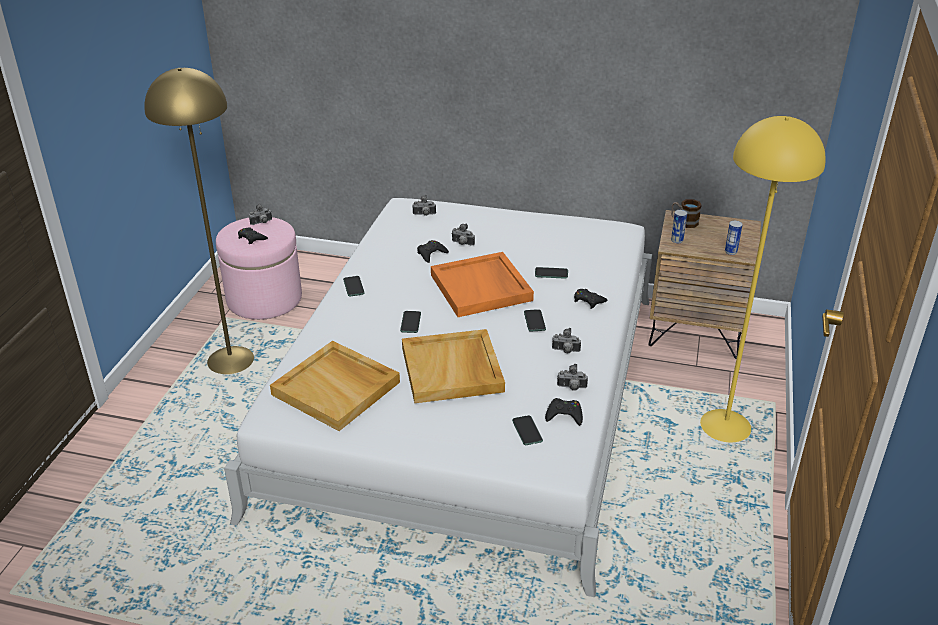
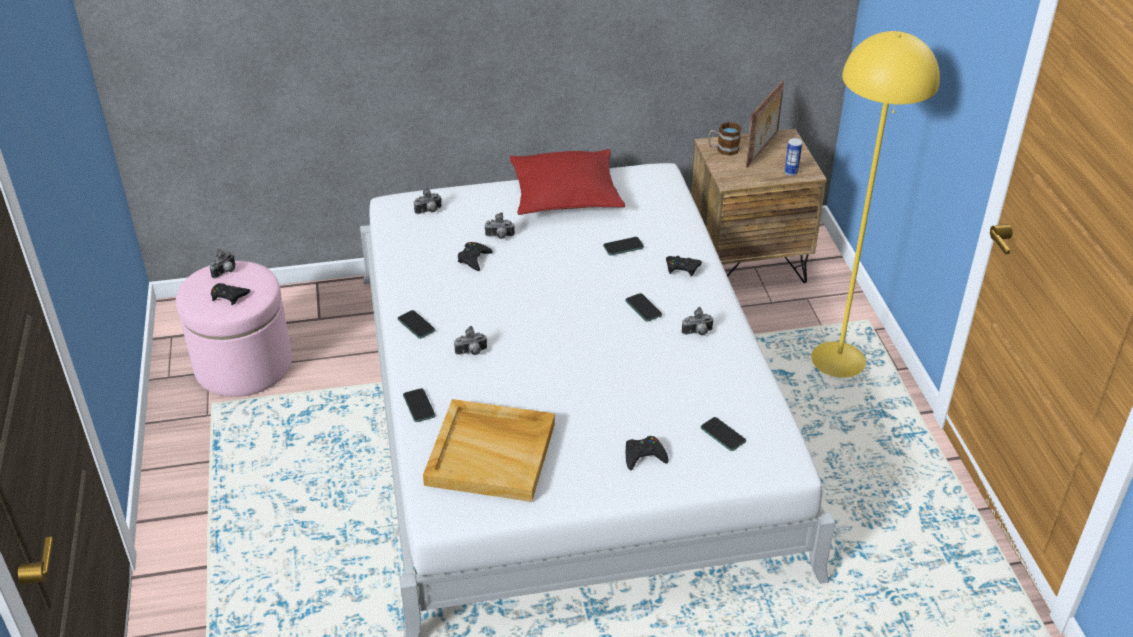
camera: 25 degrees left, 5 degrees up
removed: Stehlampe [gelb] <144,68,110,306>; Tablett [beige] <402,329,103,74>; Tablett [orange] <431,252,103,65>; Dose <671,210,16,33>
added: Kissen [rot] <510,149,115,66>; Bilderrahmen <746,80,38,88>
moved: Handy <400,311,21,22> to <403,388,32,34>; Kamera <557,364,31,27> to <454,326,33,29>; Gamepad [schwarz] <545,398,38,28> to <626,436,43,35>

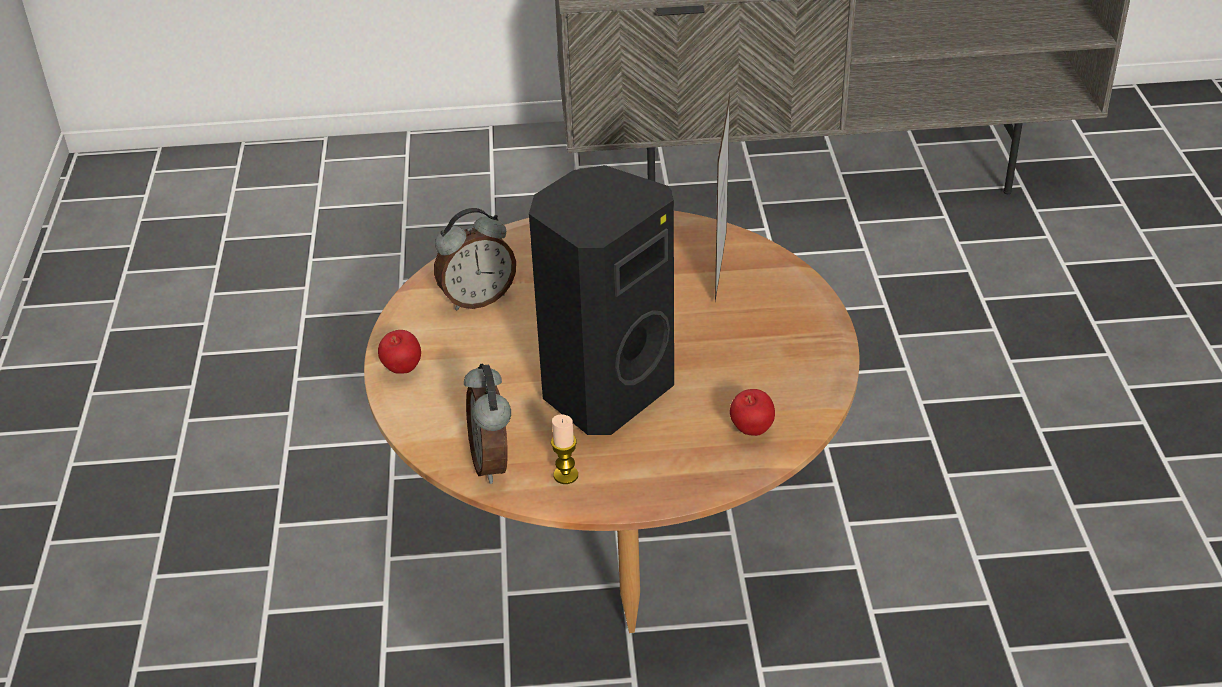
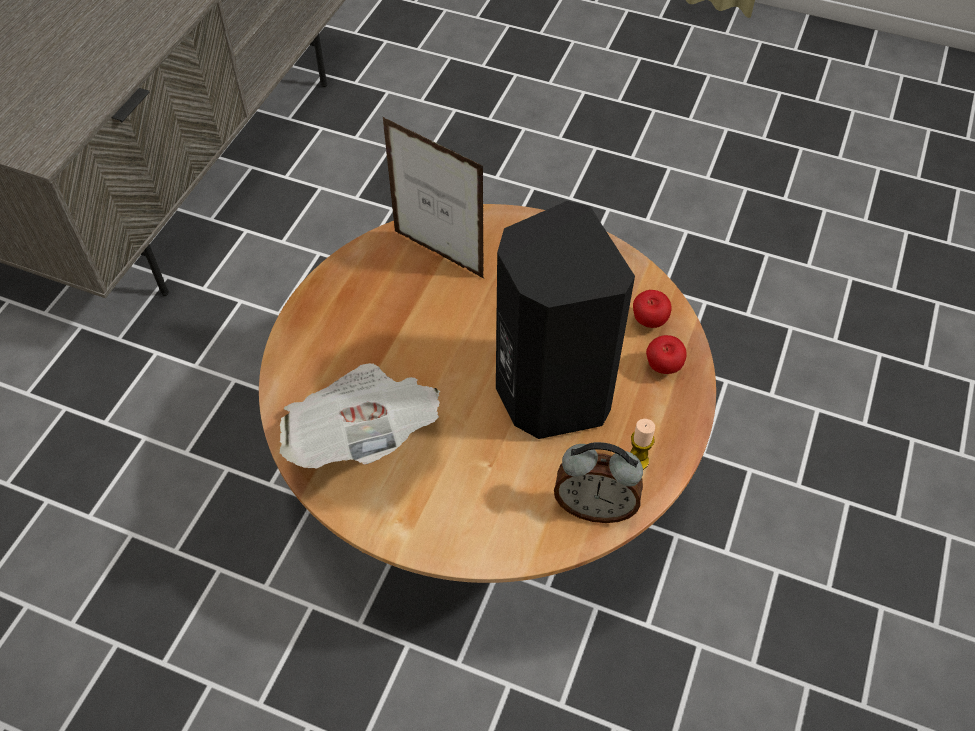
camera: 65 degrees left, 15 degrees up
moved: Apfel <378,330,43,44> to <646,335,41,39>
replaced: Wecker <434,208,82,102> to Zeitung <280,363,160,105>

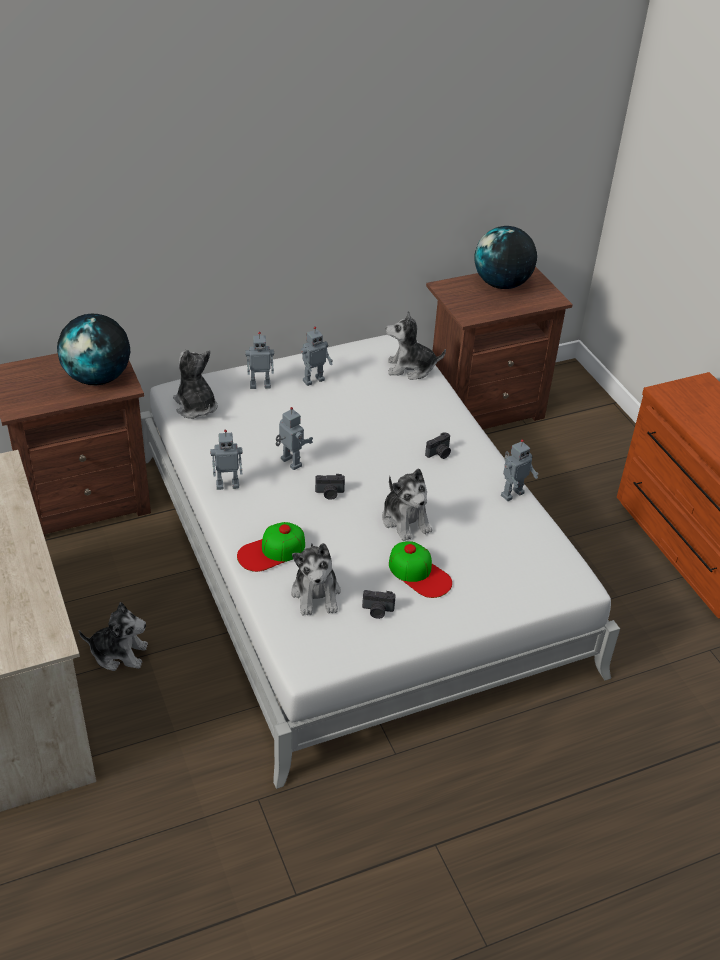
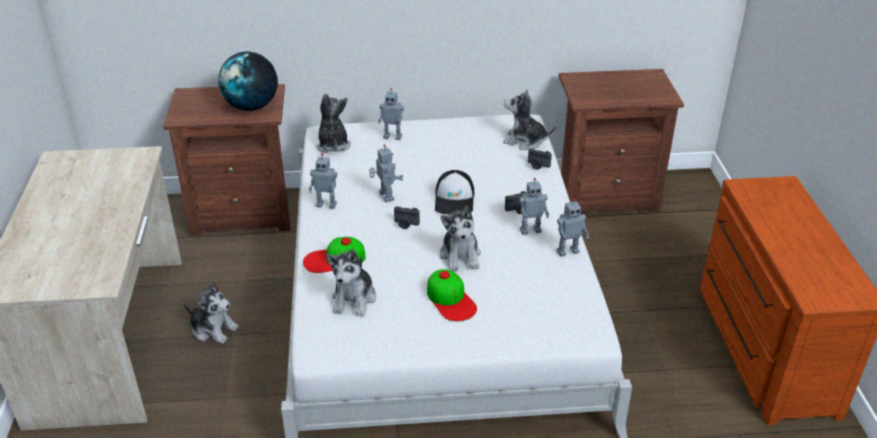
camera: 20 degrees right, 5 degrees down
removed: Globus <474,226,63,63>
added: Kappe <435,170,39,44>
moved: Spielzeugroboter <301,327,32,59> to <519,178,30,57>; Kamera <362,590,34,29> to <528,149,24,21>

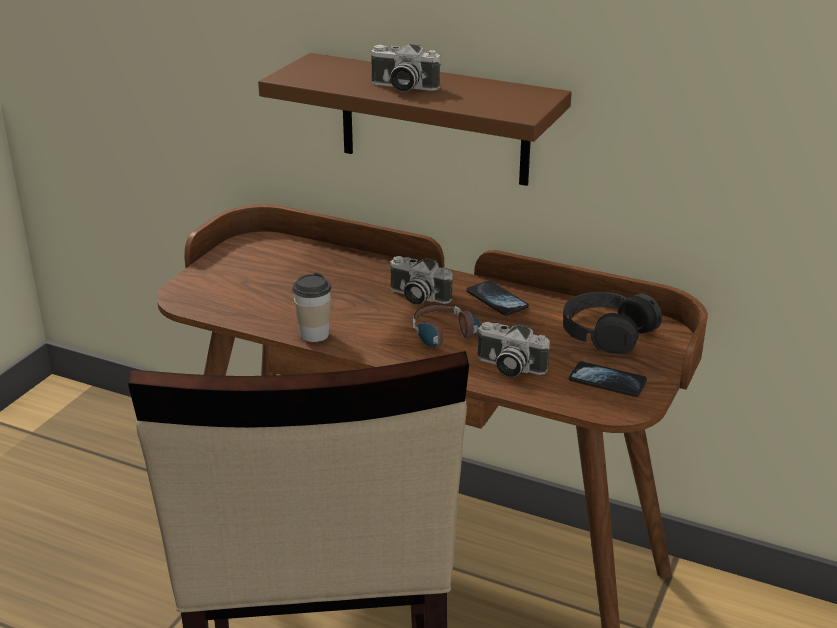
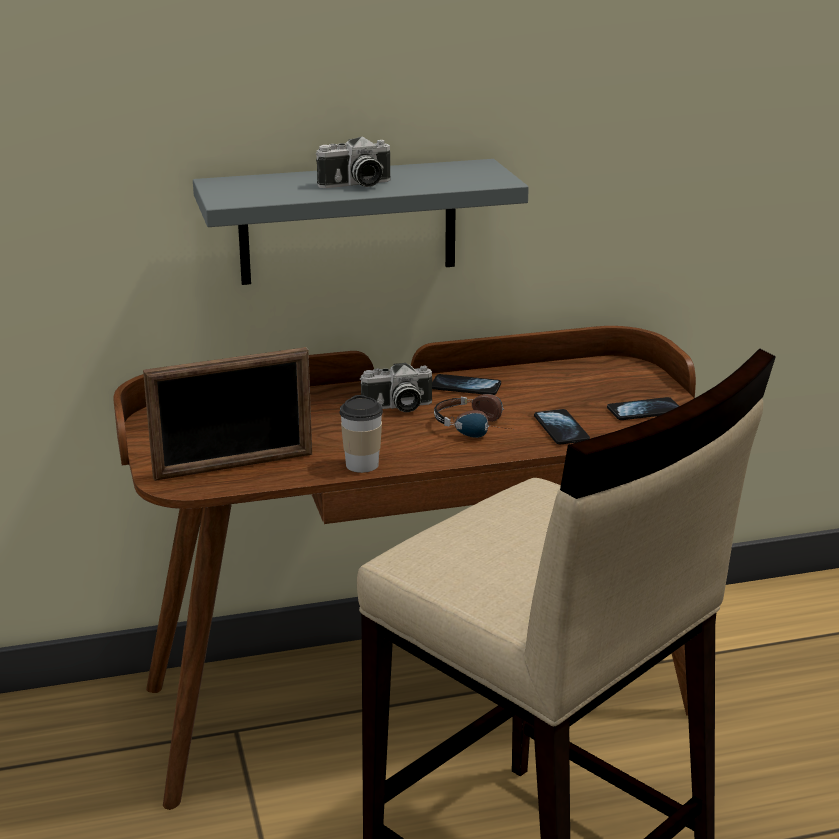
camera: 40 degrees left, 5 degrees down
removed: Kopfhörer [schwarz] <563,292,99,62>
added: Bilderrahmen <143,347,169,134>
replaced: Kamera <477,322,73,55> to Handy <534,409,56,35>
recoloured: Wandregal [braun] <258,53,314,133> to Wandregal [grau] <193,159,336,126>

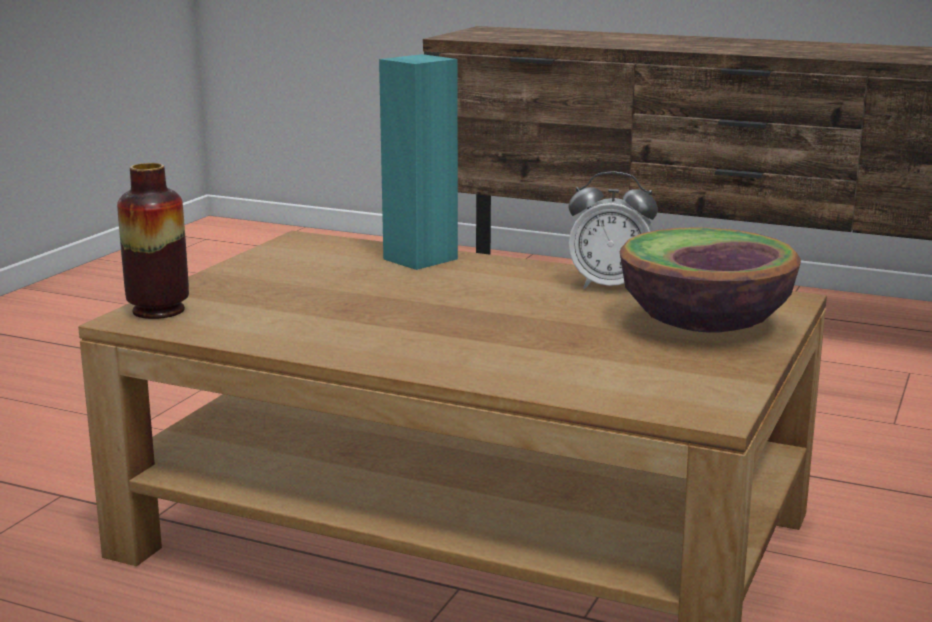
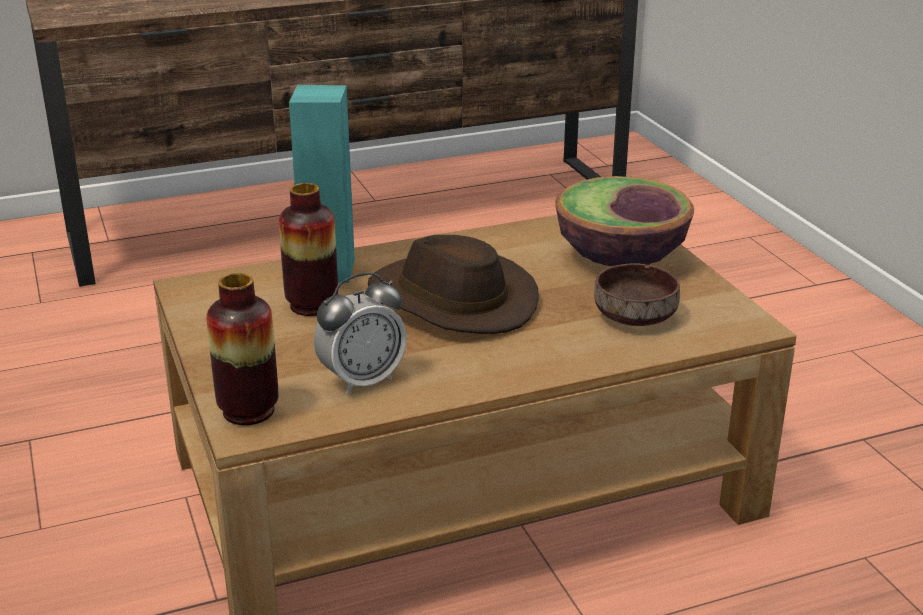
camera: 45 degrees left, 10 degrees up
added: Vase <279,183,59,133>; Hut [braun] <368,235,171,99>; Schüssel [braun] <594,264,86,62>
moved: Wecker <568,171,90,118> to <314,272,93,123>

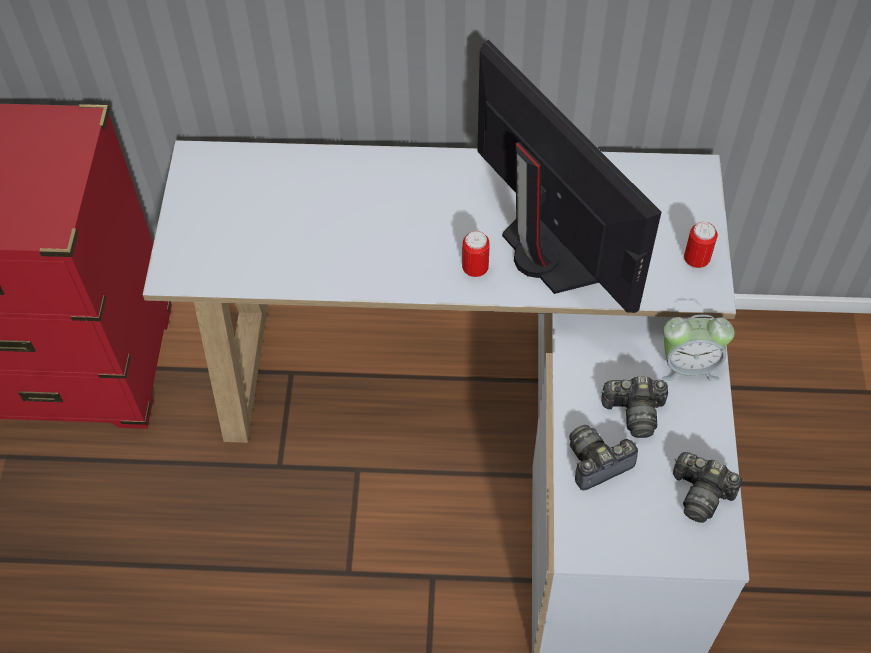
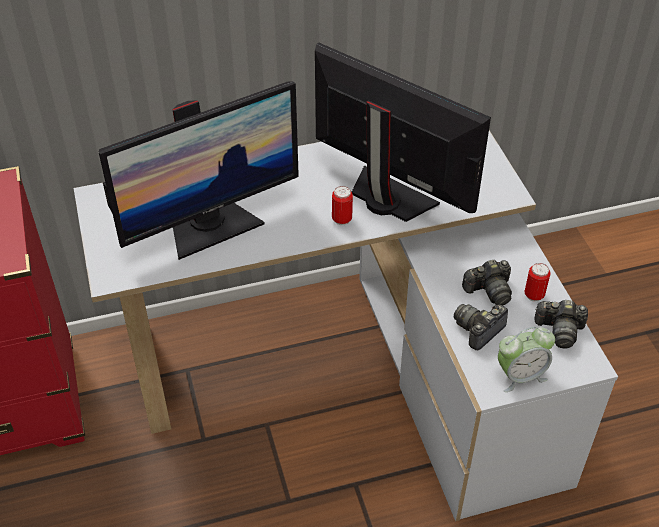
camera: 20 degrees left, 10 degrees down
added: Monitor <99,81,200,179>
moved: Wecker <662,315,73,66> to <498,327,57,65>; Dose <684,222,34,47> to <524,263,27,39>

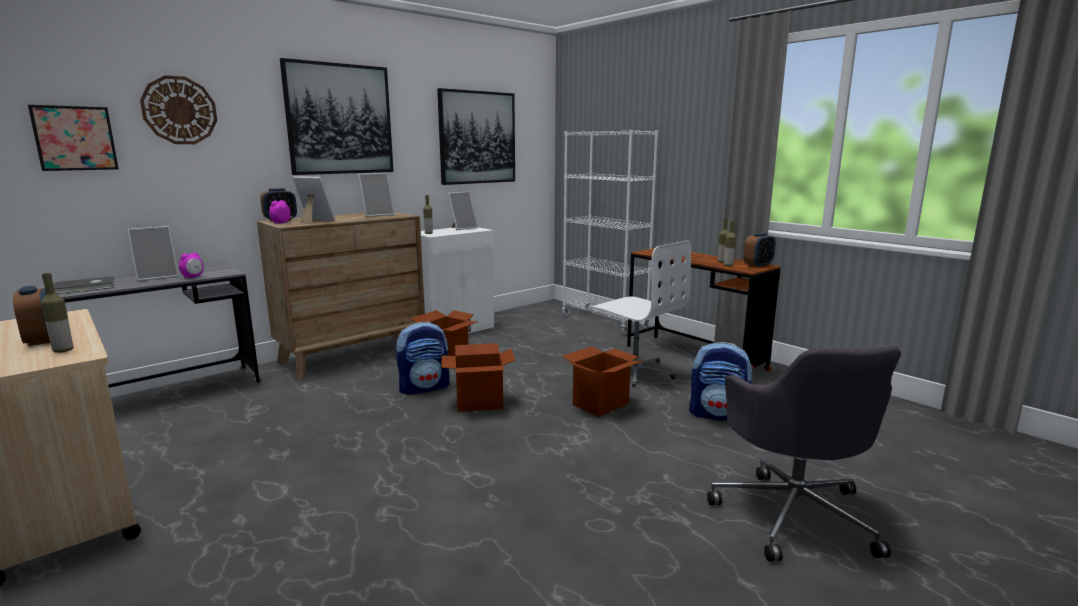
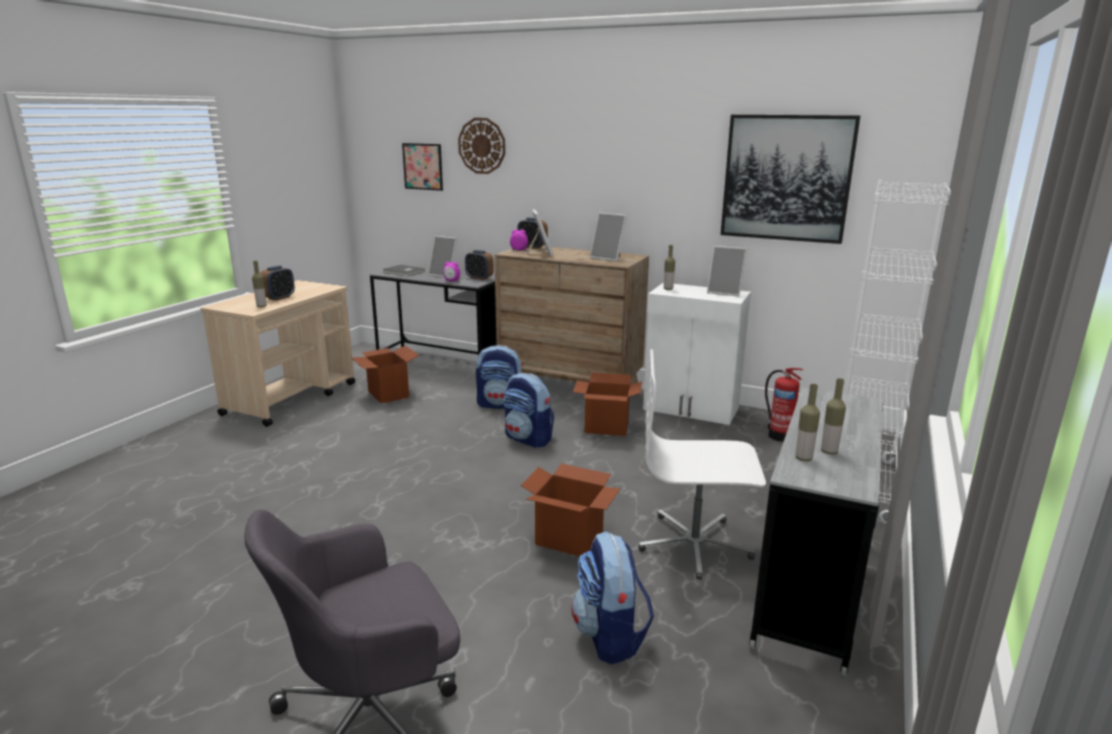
camera: 65 degrees right, 5 degrees up
removed: Bild <280,58,114,117>
added: Rucksack <476,345,48,64>; Feuerlöscher <765,368,38,74>
moved: Karton <441,343,74,69> to <352,346,68,58>; Wecker <744,233,32,35> to <465,250,29,30>
recoloured: Schreibtisch [braun] <627,248,154,124> to Schreibtisch [grau] <749,387,134,291>
turned: Bürostuhl [weiß] <591,240,100,147> = <638,349,128,231> 75 degrees clockwise

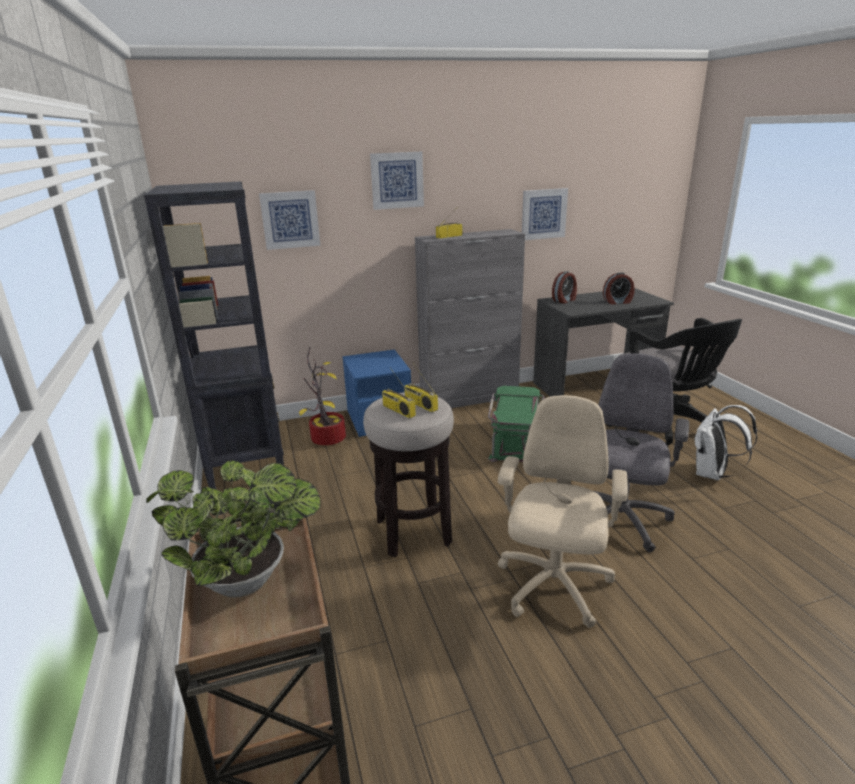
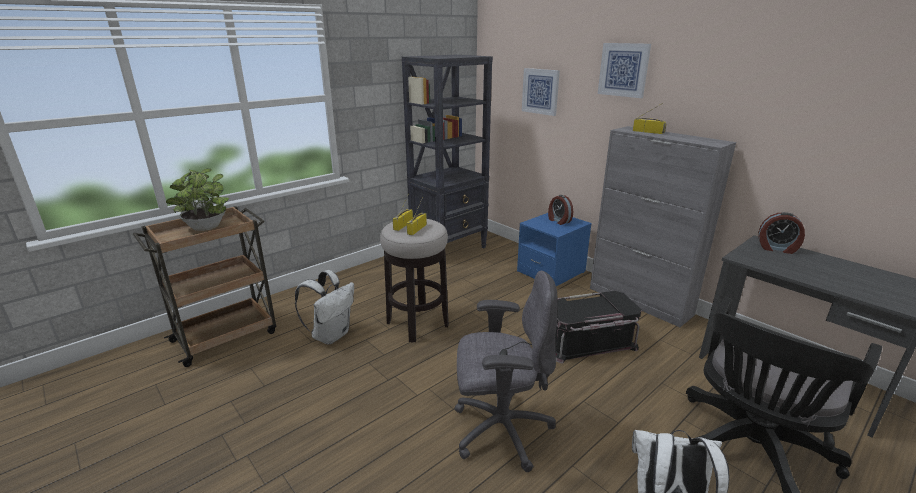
camera: 65 degrees right, 0 degrees up
removed: Topfpflanze <299,347,47,98>; Bürostuhl [beige] <497,395,131,233>; Bild <522,188,46,52>
added: Rucksack [weiß] <295,270,59,74>
moved: Wecker <603,272,32,32> to <548,195,25,30>
recoloured: Aufbewahrungsbox [grün] <488,386,57,76> to Aufbewahrungsbox [schwarz] <555,291,87,72>

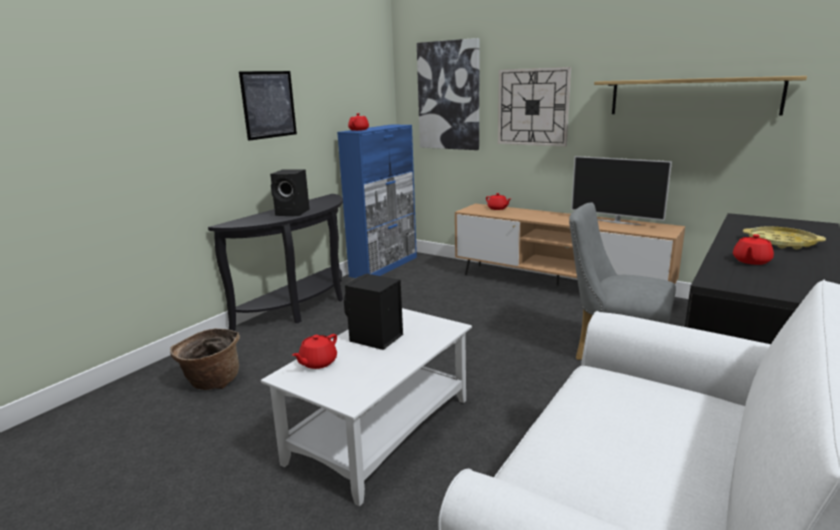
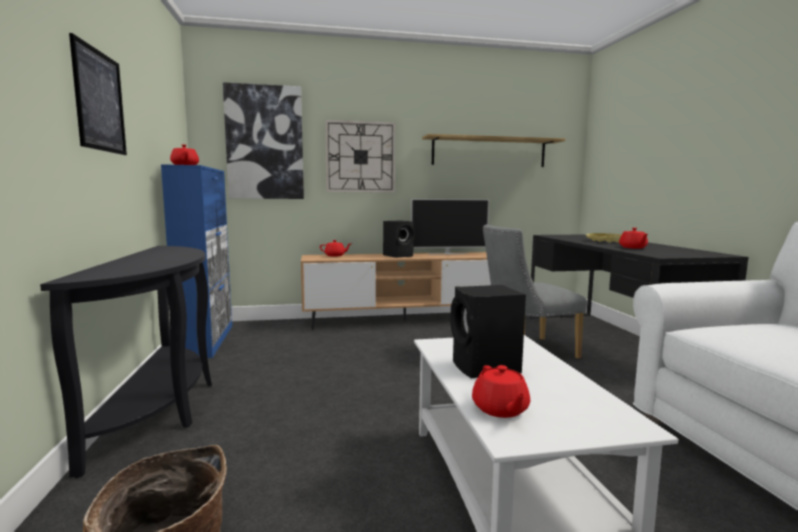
camera: 45 degrees left, 10 degrees down
moved: Lautsprecher [schwarz] <270,169,40,47> to <383,220,32,38>

